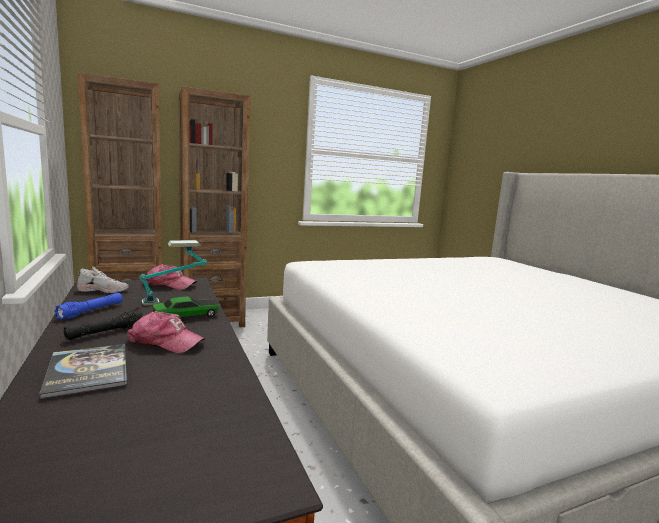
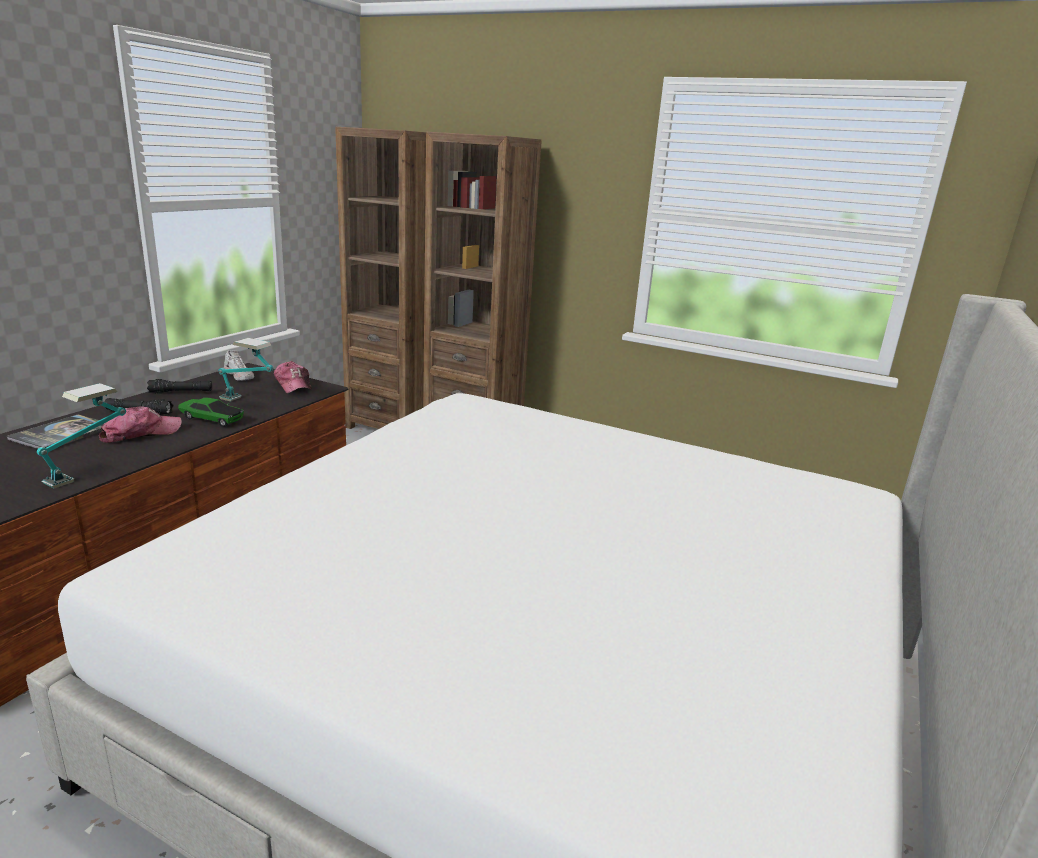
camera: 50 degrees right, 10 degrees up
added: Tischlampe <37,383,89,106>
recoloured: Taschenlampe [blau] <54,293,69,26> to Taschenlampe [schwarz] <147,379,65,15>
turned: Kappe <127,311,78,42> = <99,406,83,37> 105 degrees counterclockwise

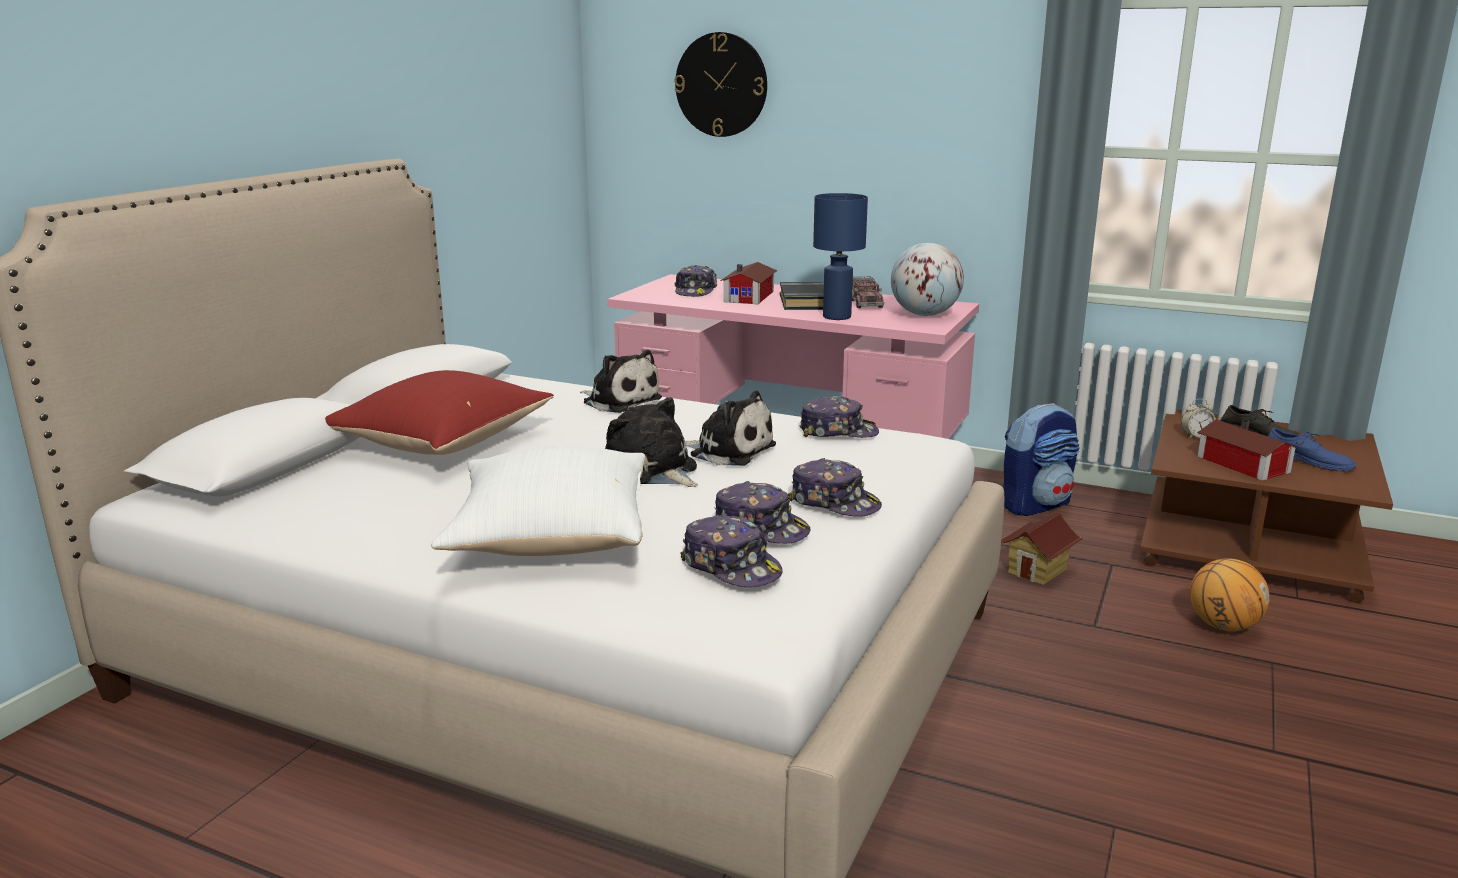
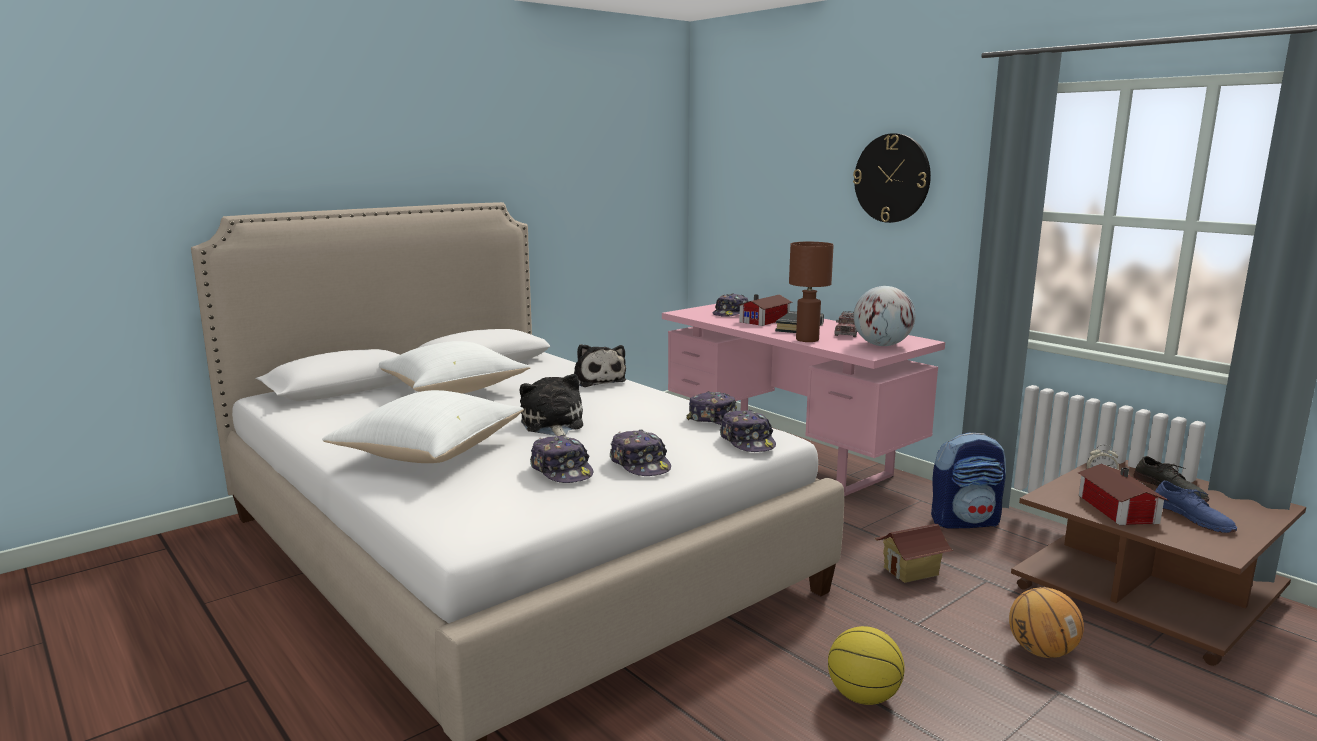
camera: 25 degrees right, 5 degrees down
removed: Plüschtier <685,391,91,75>
added: Basketball <828,626,77,79>
moved: Kappe <680,514,103,73> to <720,410,56,42>; Wanduhr <674,32,93,105> to <853,133,78,90>
recoloured: Kissen [rot] <325,370,229,85> to Kissen [weiß] <379,341,151,53>; Tischlampe [blau] <813,193,55,127> to Tischlampe [braun] <789,242,45,100>

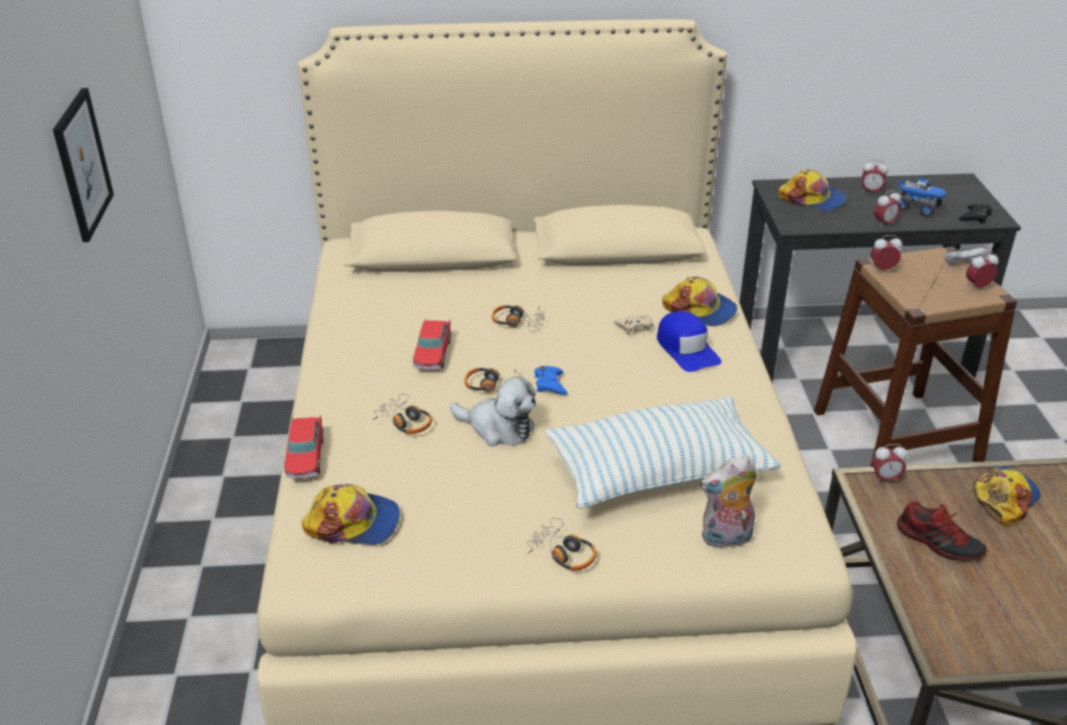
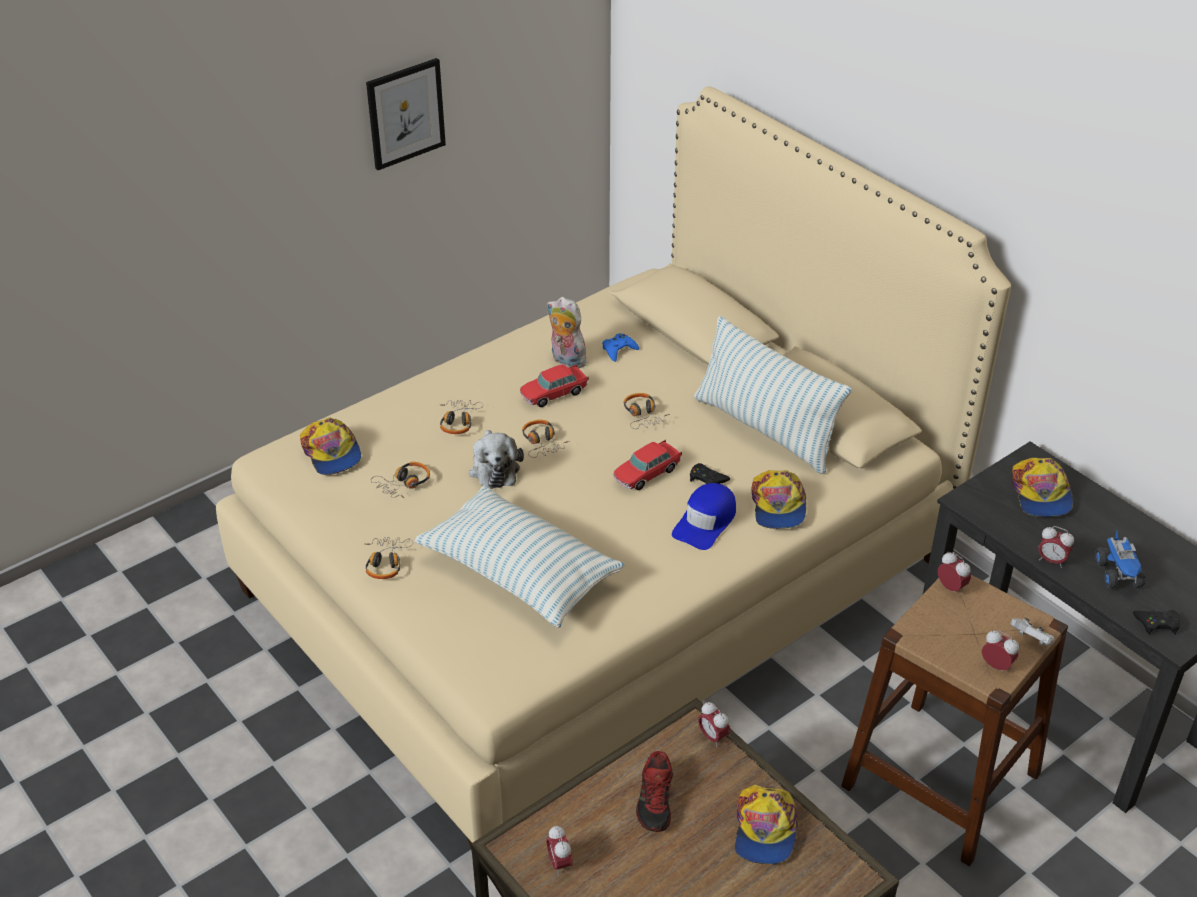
camera: 55 degrees right, 5 degrees up
added: Kopfhörer <371,462,59,37>; Kissen <694,316,158,158>
moved: Wecker <862,159,26,36> to <546,825,27,51>; Plüschtier <701,455,56,94> to <547,297,43,71>; Gamepad [blau] <534,366,33,29> to <602,333,37,29>; Spielzeugauto <284,415,40,63> to <613,440,69,50>
recoloured: Gamepad [beige] <613,314,40,21> to Gamepad [schwarz] <690,463,40,21>
turned: Kappe <973,467,68,59> = <735,784,64,80> 90 degrees clockwise

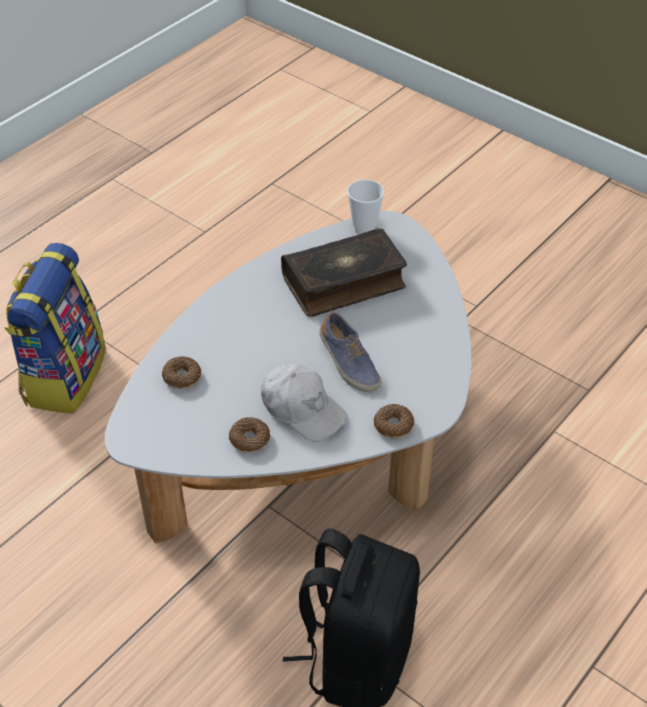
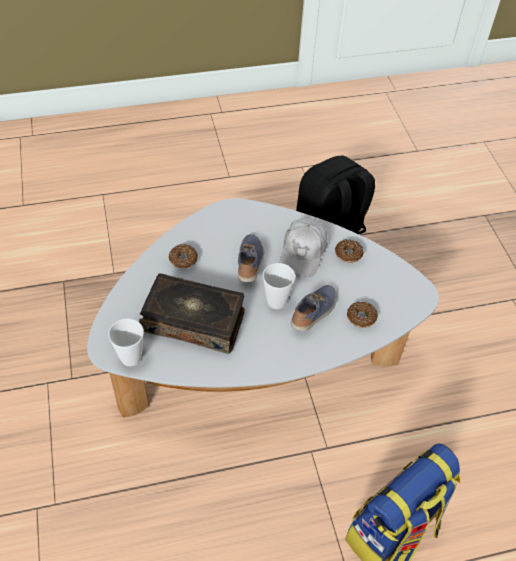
camera: 145 degrees left, 5 degrees up
added: Tasse <263,263,32,46>; Schuh <291,285,46,46>
moved: Donut <373,404,41,34> to <169,244,29,25>
turned: Kappe [weiß] <261,364,87,78> = <280,218,47,59> 150 degrees counterclockwise

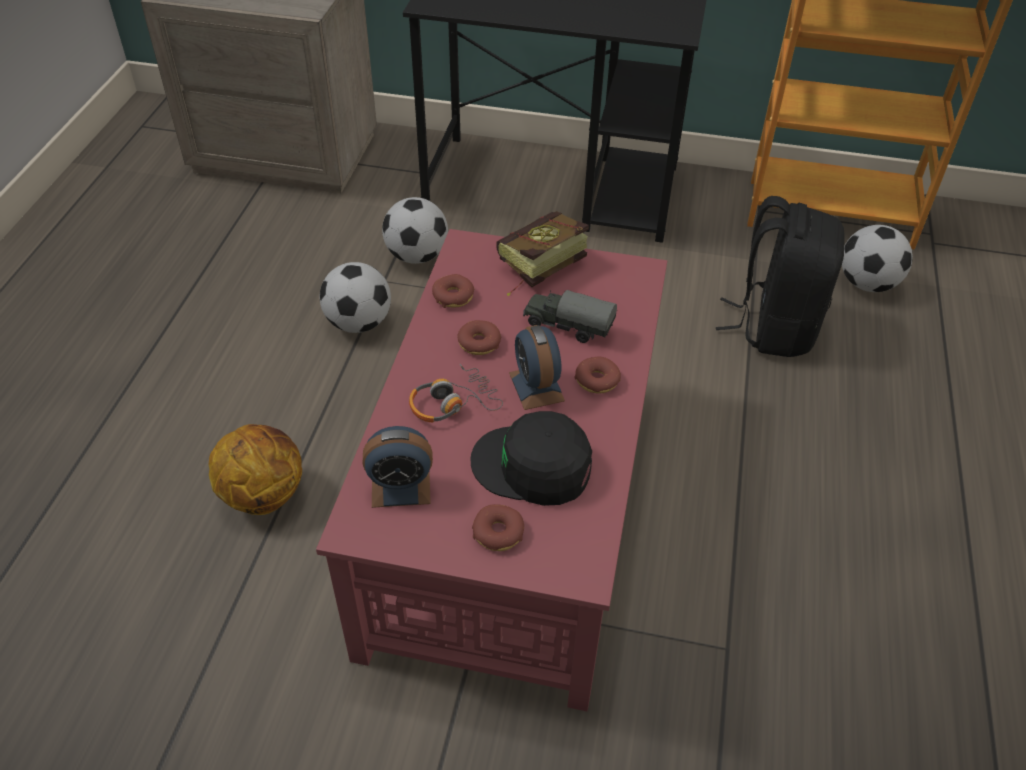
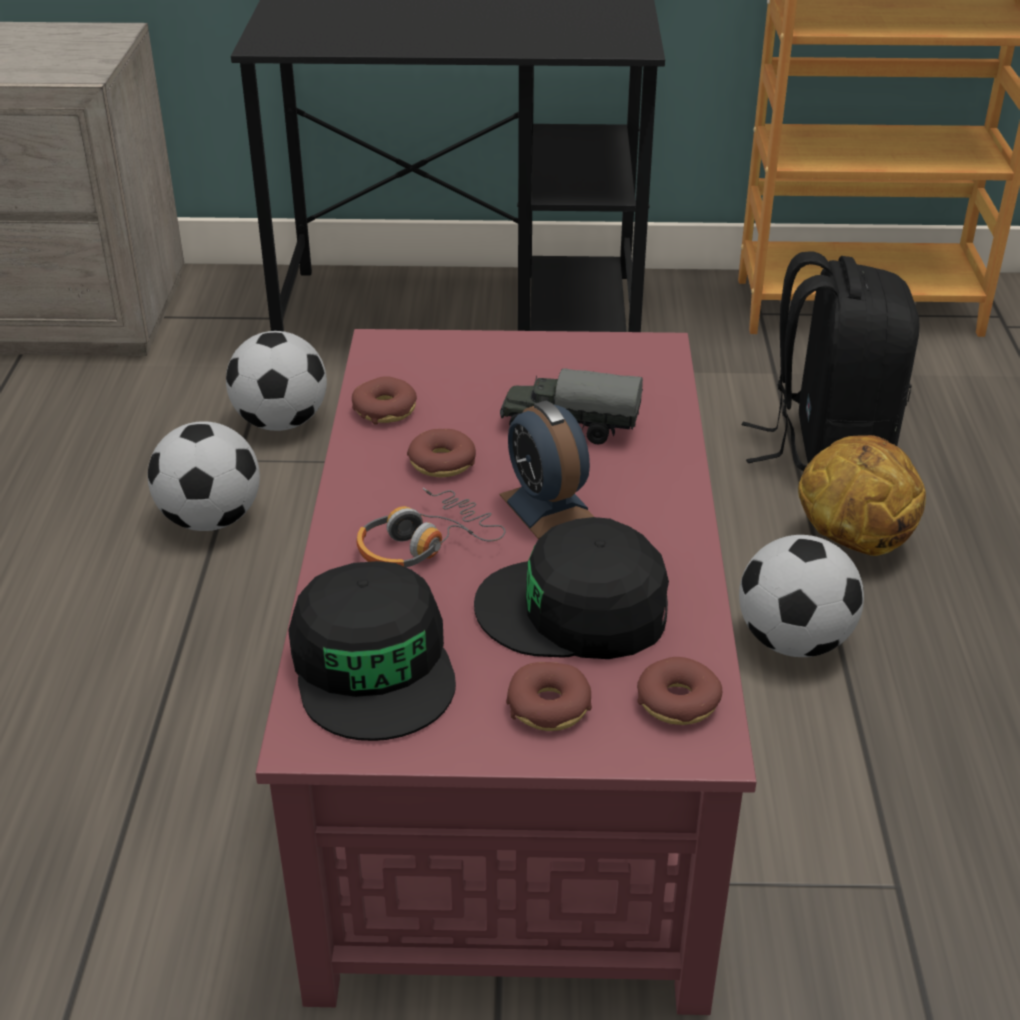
camera: 10 degrees left, 10 degrees down
removed: Buch <496,211,93,85>
moved: Donut <574,356,47,37> to <637,657,85,68>; Fußball <842,225,71,67> to <739,535,125,122>; Basketball <209,424,93,91> to <798,435,128,121>
replaced: Wecker <363,426,70,82> to Kappe [schwarz] <288,561,168,180>

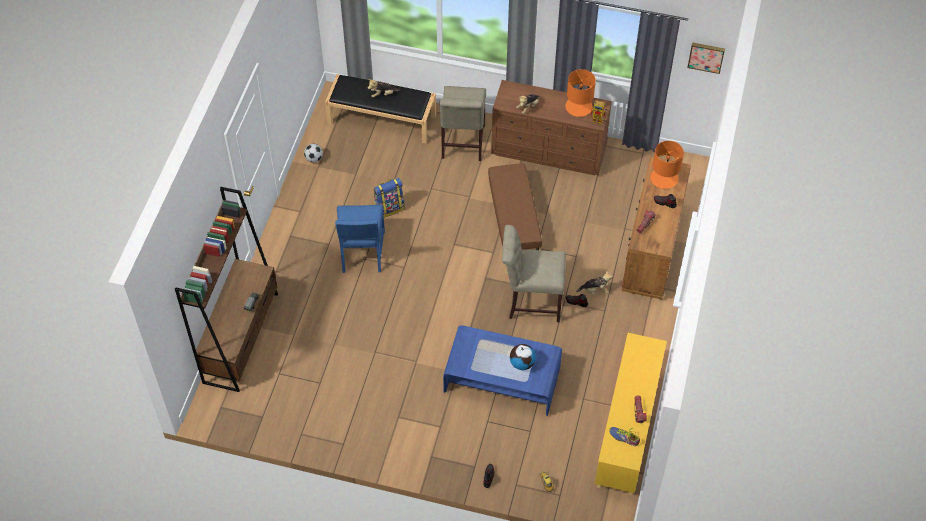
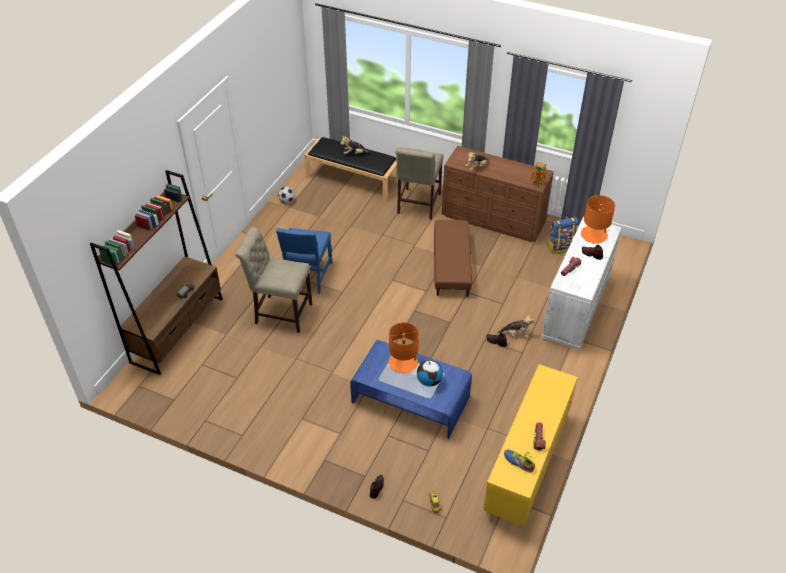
camera: 10 degrees right, 10 degrees down
removed: Bild <687,42,38,32>
moved: Stuhl [beige] <502,225,64,97> to <235,227,77,106>; Tischlampe [orange] <565,69,31,48> to <389,322,32,51>; Rucksack <374,178,30,40> to <547,217,31,37>
recoloured: Kommode [braun] <621,157,70,143> to Kommode [weiß] <541,217,80,133>

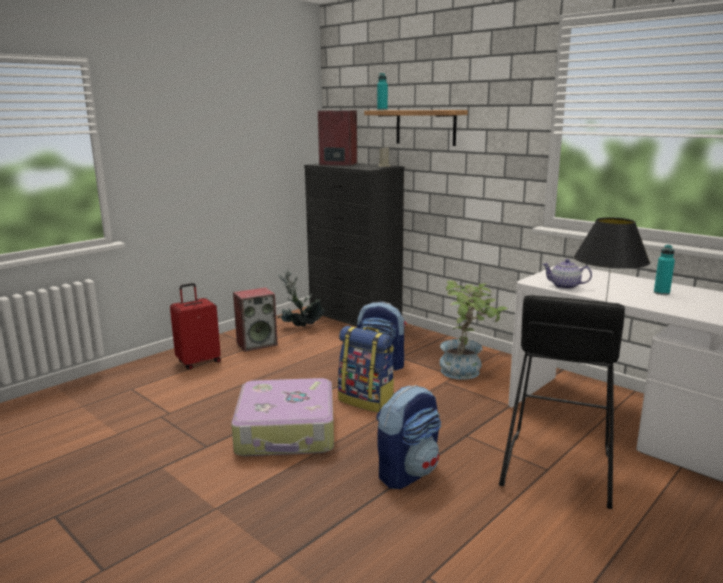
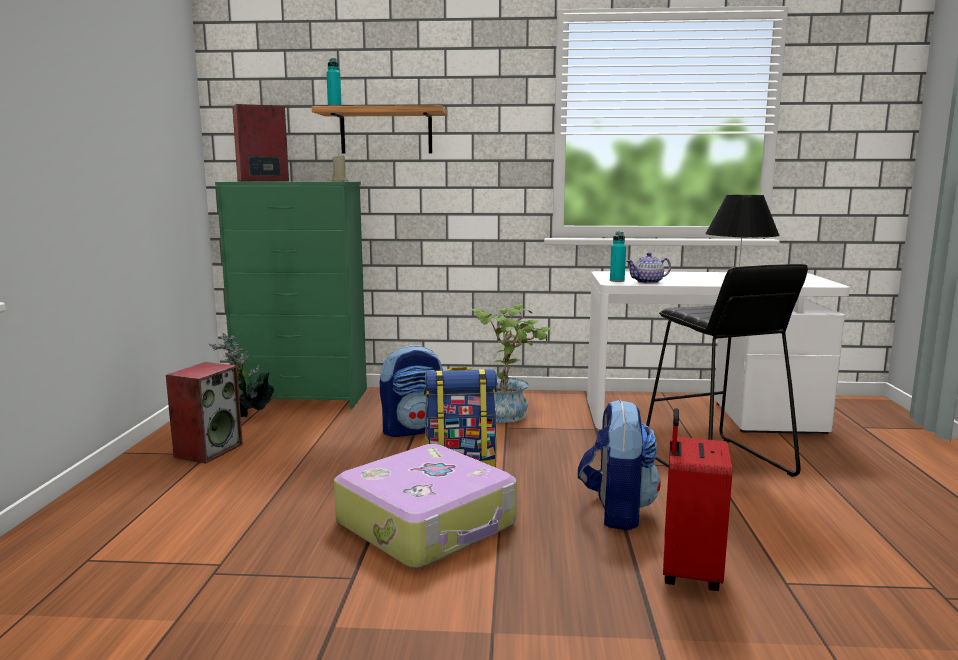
camera: 40 degrees left, 5 degrees down
moved: Flasche [türkis] <654,245,21,50> to <610,232,16,50>; Koffer [rot] <170,283,51,87> to <663,408,69,183>
recoloured: Kommode [schwarz] <304,163,101,164> to Kommode [grün] <215,182,152,227>

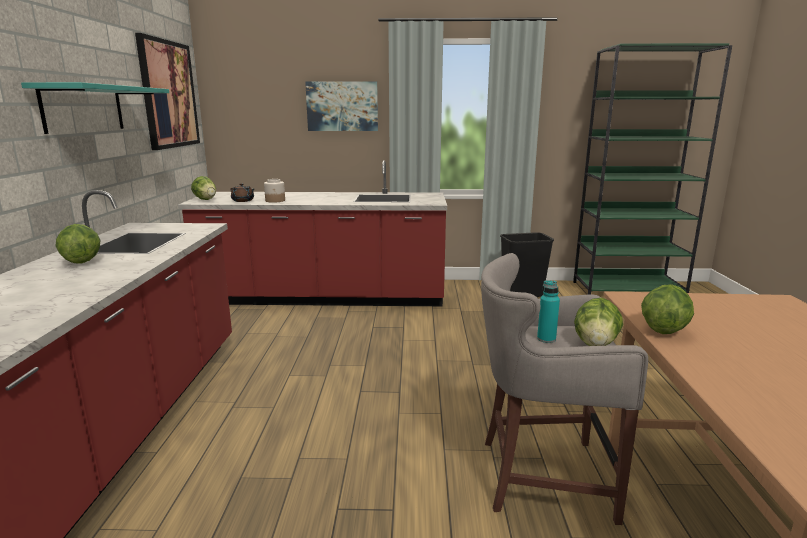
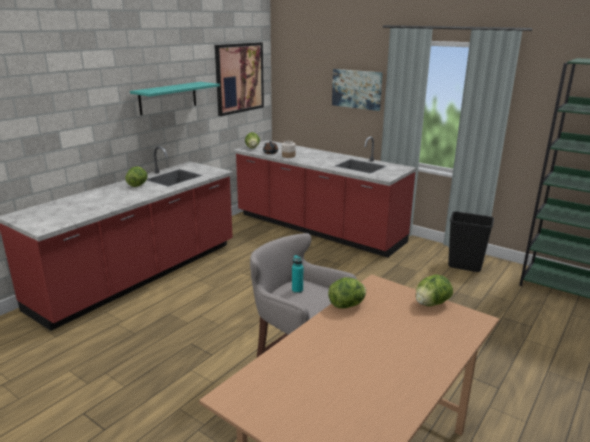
camera: 35 degrees right, 5 degrees up
moved: Salatkopf <574,298,49,48> to <416,274,37,32>

